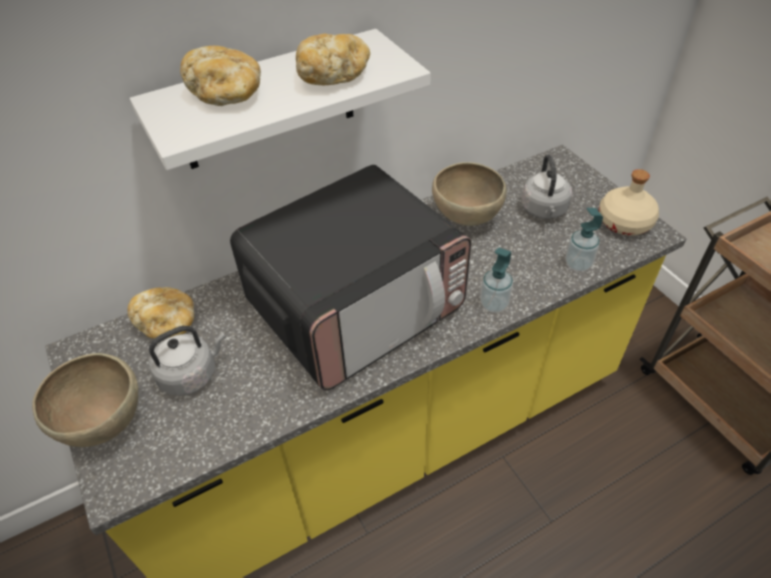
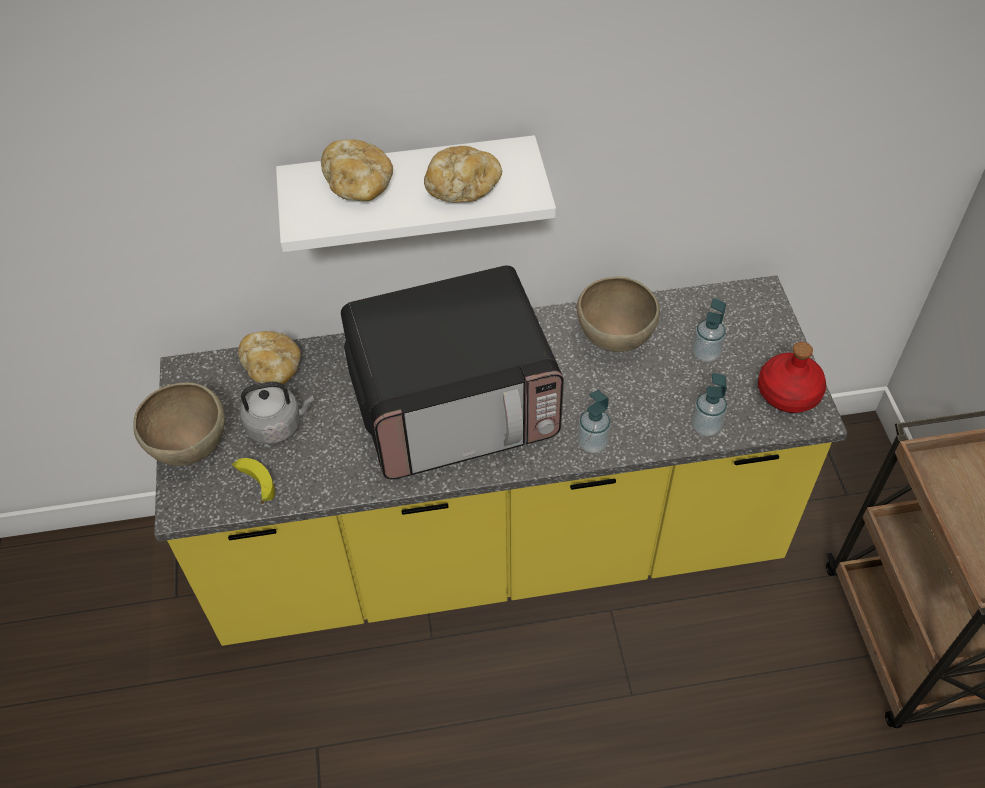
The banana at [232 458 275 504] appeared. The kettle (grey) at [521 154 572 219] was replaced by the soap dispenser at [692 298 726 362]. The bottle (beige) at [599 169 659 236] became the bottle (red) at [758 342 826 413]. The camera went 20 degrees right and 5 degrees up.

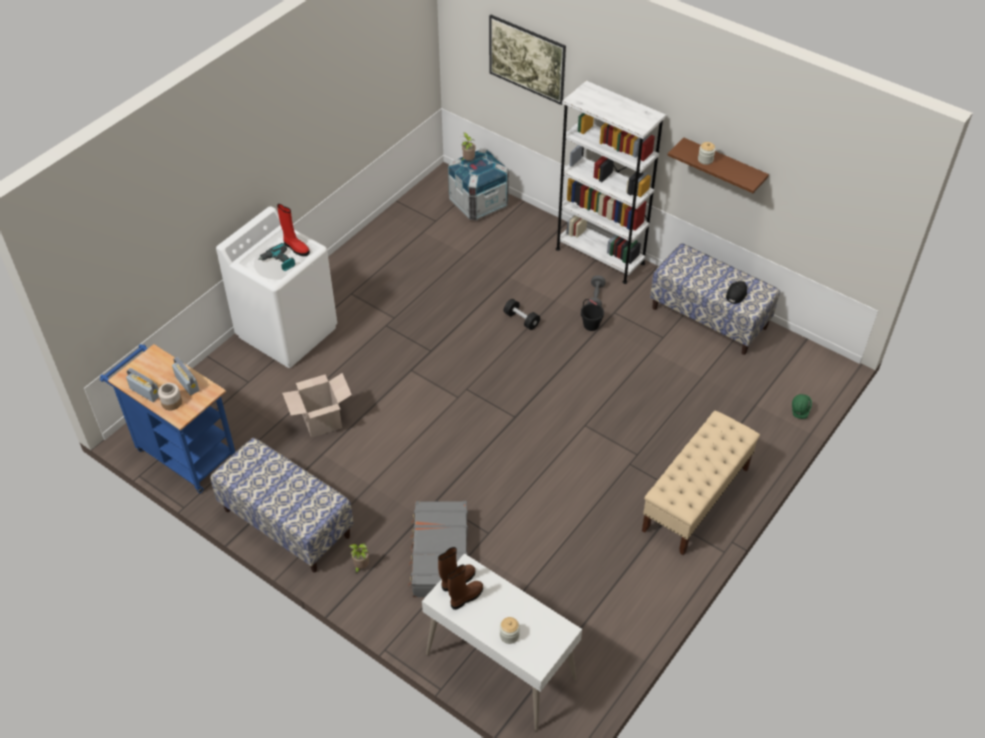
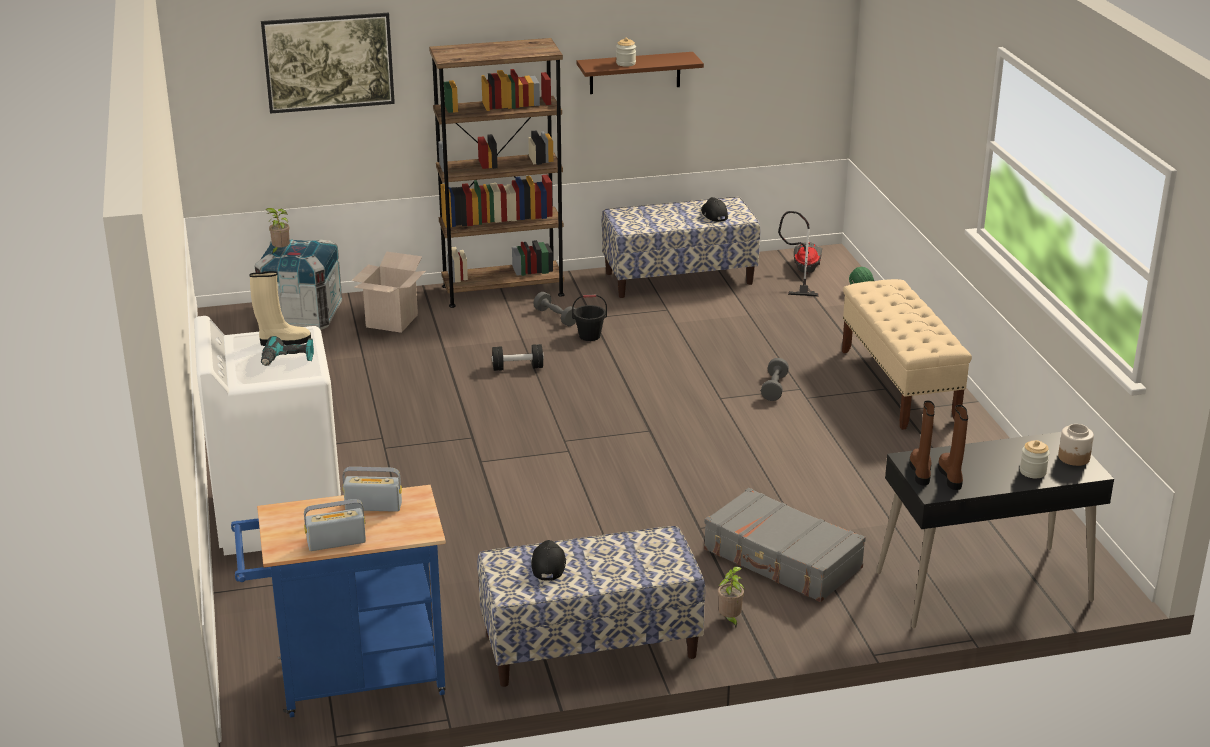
The boot (red) at [277 204 310 256] became the boot (beige) at [250 271 311 346]. The cardboard box moved from [282 373 352 438] to [352 252 426 333]. The bookcase (white) at [556 81 666 284] became the bookcase (brown) at [429 38 564 308]. The cap (black) at [531 540 566 581] appeared. The dumbbell (grey) at [761 358 789 401] appeared. The vacuum cleaner at [778 211 822 297] appeared. The desk (white) at [422 553 582 731] became the desk (black) at [877 432 1114 628]. The jar moved from [158 383 182 410] to [1058 424 1094 466]. The camera went 50 degrees left and 20 degrees down.

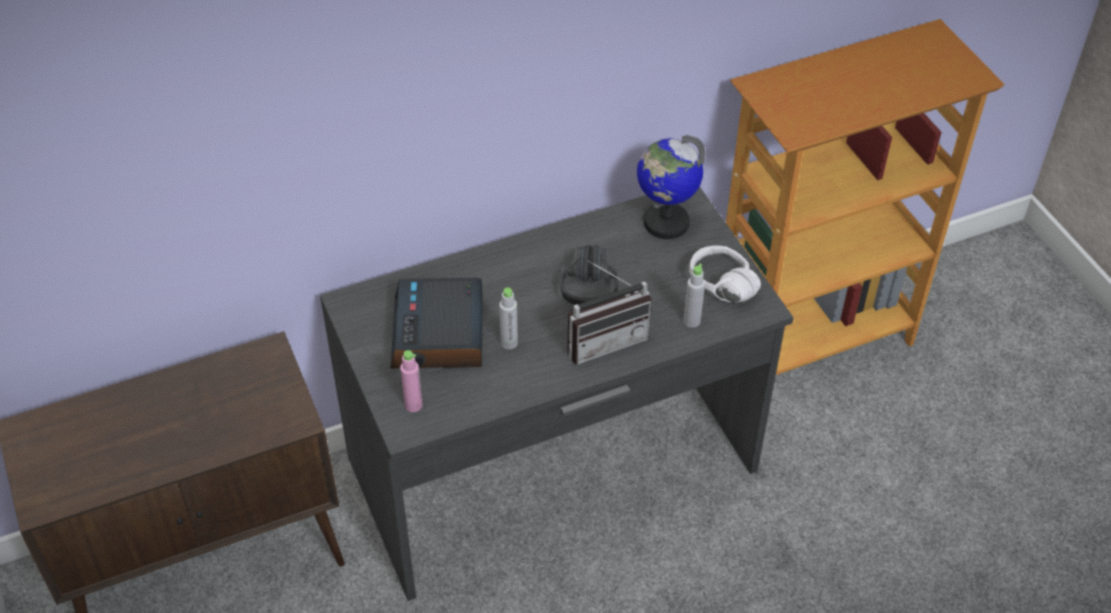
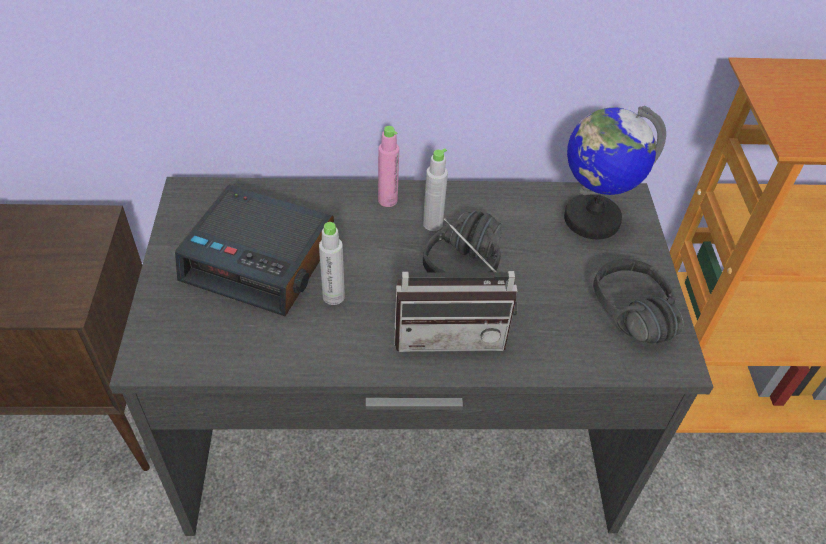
The alarm clock at [390 278 483 369] turned 90 degrees counterclockwise. The bottle (pink) moved from [400 350 423 412] to [378 126 399 207]. The bottle (grey) moved from [683 264 705 328] to [423 148 448 231]. The headphones (white) at [689 245 761 303] became the headphones (black) at [593 259 683 343]. The camera went 20 degrees right and 0 degrees up.

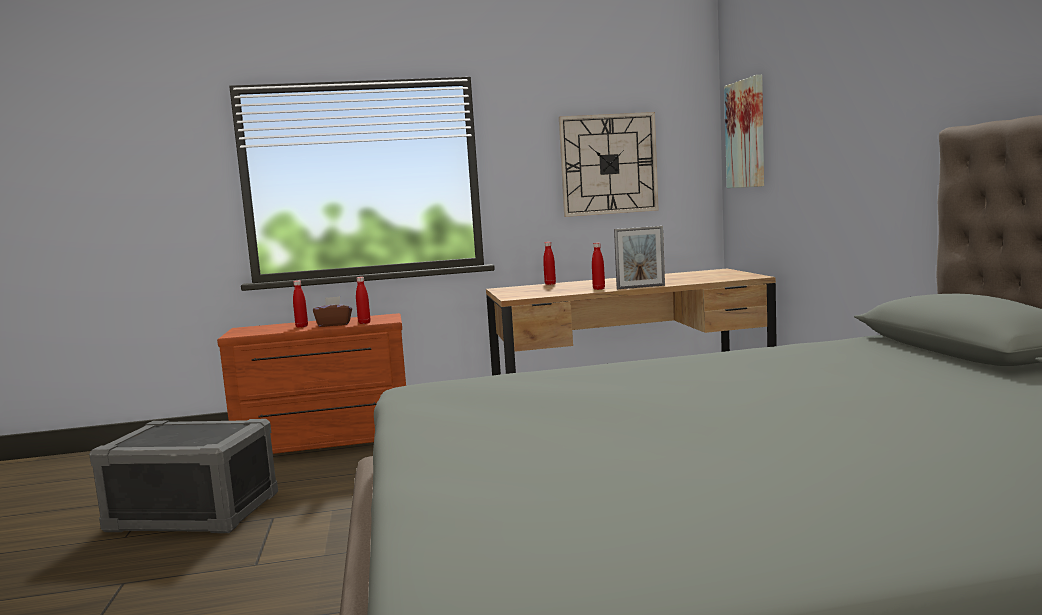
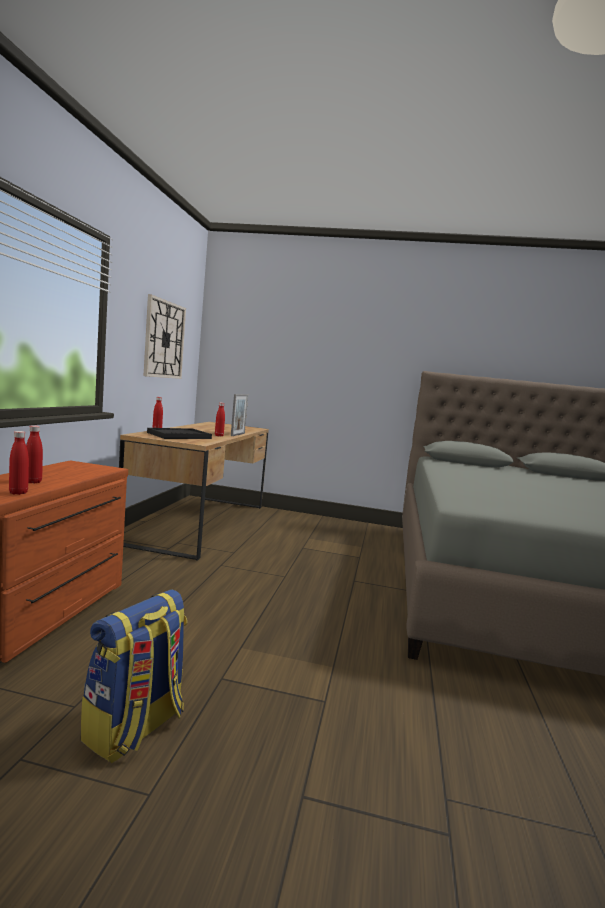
The bottle (red) moved from [356 277 370 324] to [9 431 29 495]. The storage box (grey) at [89 419 278 533] was replaced by the backpack at [81 589 187 763]. The tray (black) at [147 428 212 439] appeared. The tissue box (brown) at [313 296 352 327] disappeared. The picture at [724 75 764 188] disappeared. The camera went 70 degrees left and 0 degrees up.

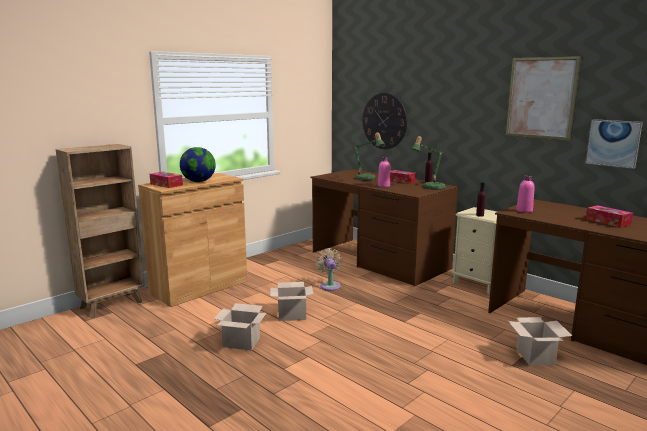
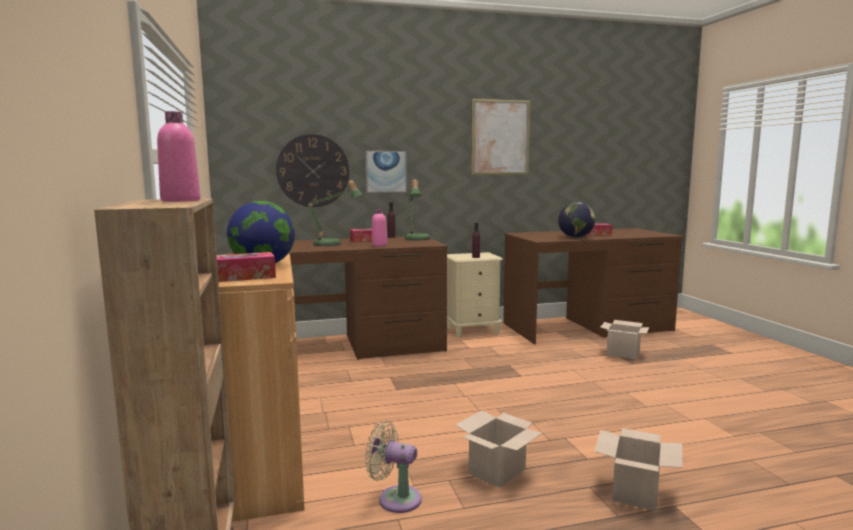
The bottle (pink) moved from [516 175 535 213] to [157 111 201 202]. The picture moved from [585 119 643 169] to [365 151 407 193]. The fan (beige) moved from [315 248 342 291] to [365 421 422 513]. The globe at [558 202 595 238] appeared. The cardboard box moved from [270 282 314 321] to [594 428 683 511]. The camera went 60 degrees left and 5 degrees down.

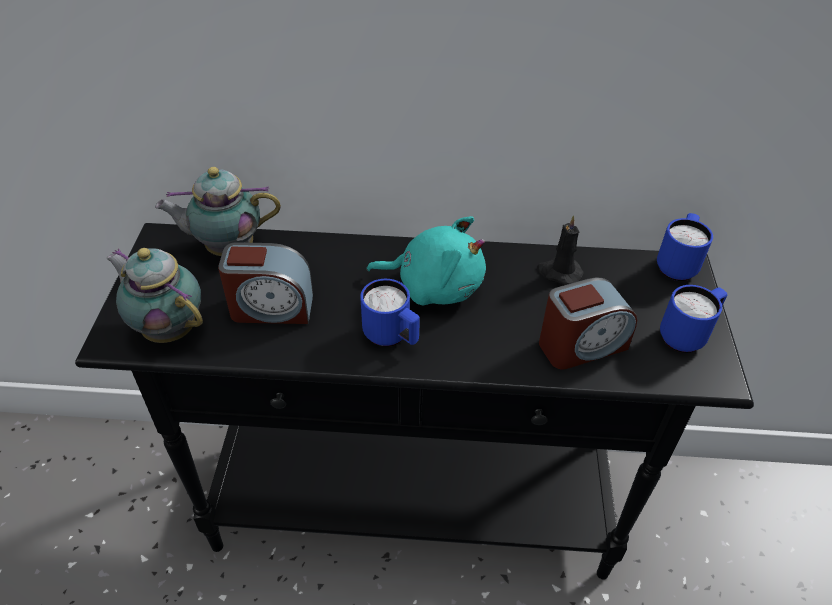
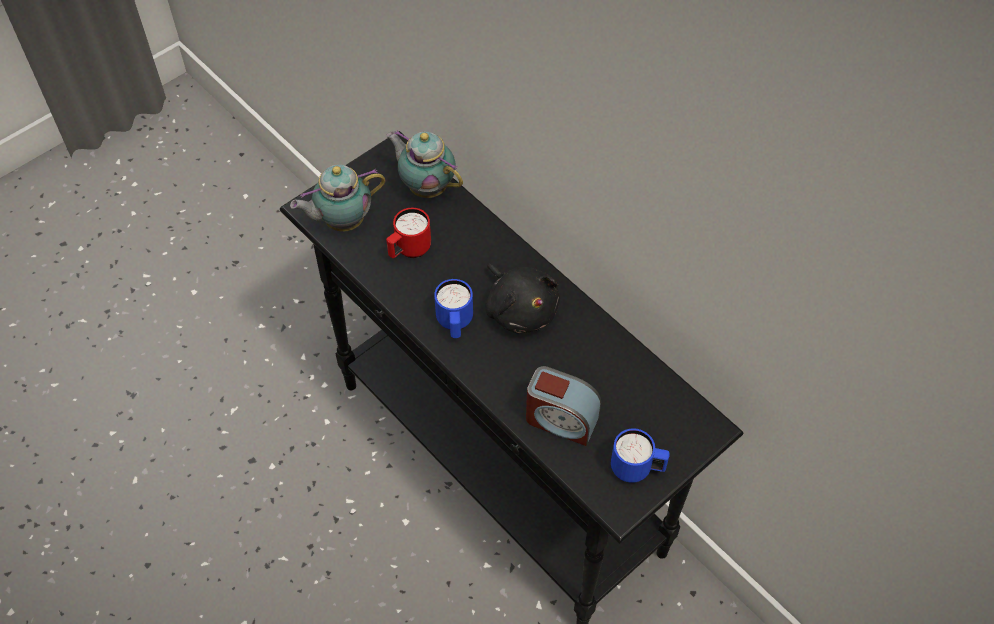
The teapot at [106 248 203 343] turned 105 degrees counterclockwise. The alarm clock at [218 242 313 324] was replaced by the mug (red) at [386 208 431 258]. The plush toy (turquoise) at [366 216 486 306] became the plush toy (black) at [485 263 560 334]. The candle (black) at [537 215 583 285] disappeared. The mug (blue) at [657 213 713 281] disappeared. The camera went 45 degrees right and 10 degrees up.

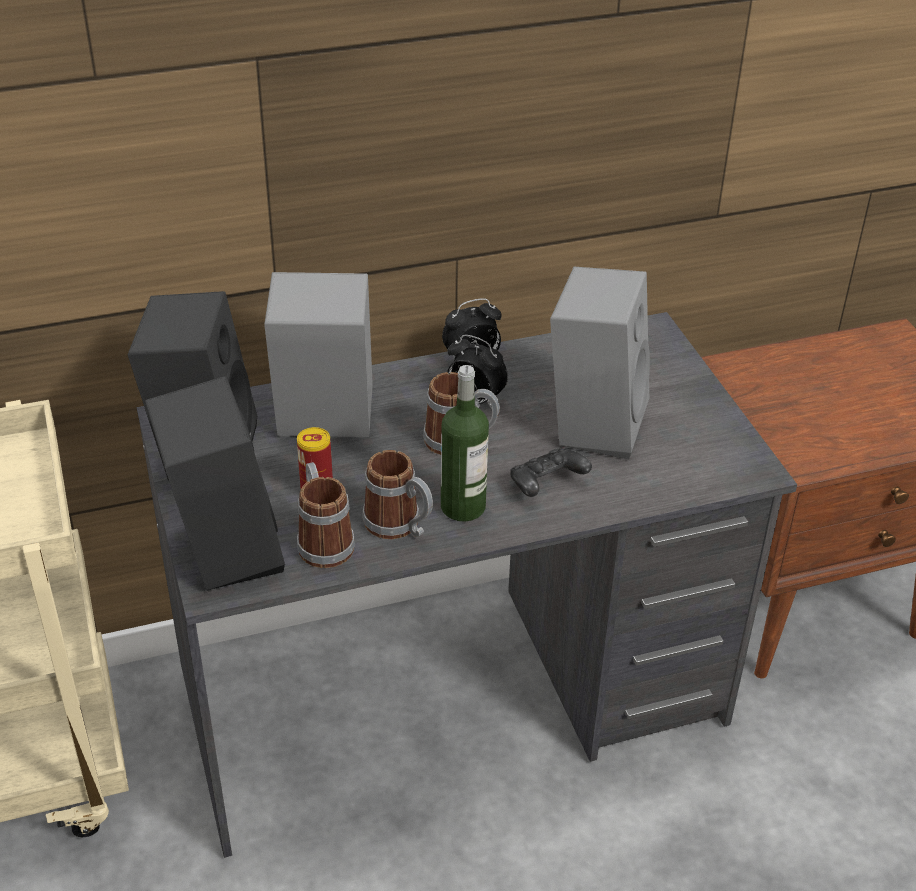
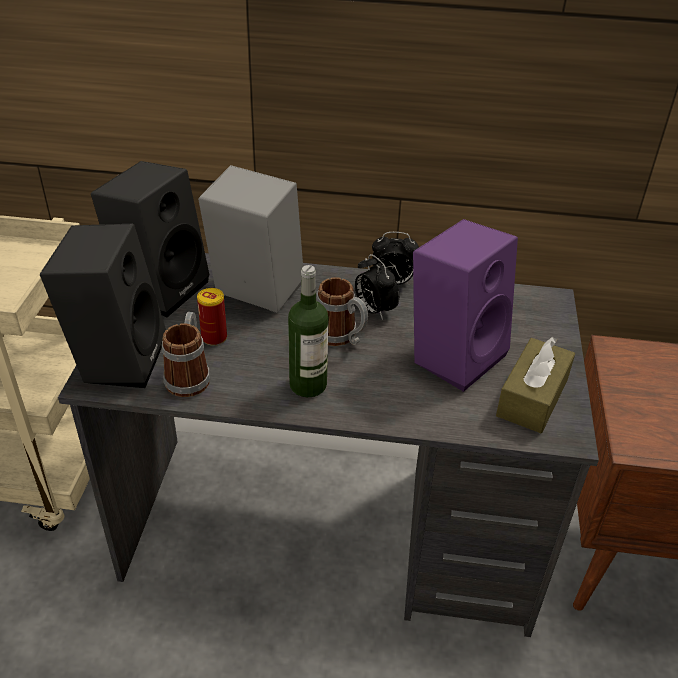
The speaker (grey) at [550 267 650 460] became the speaker (purple) at [413 219 518 392]. The tissue box (brown) at [496 337 575 433] appeared. The mug at [362 450 433 539] disappeared. The game controller (black) at [510 447 592 497] disappeared. The camera went 25 degrees right and 0 degrees up.

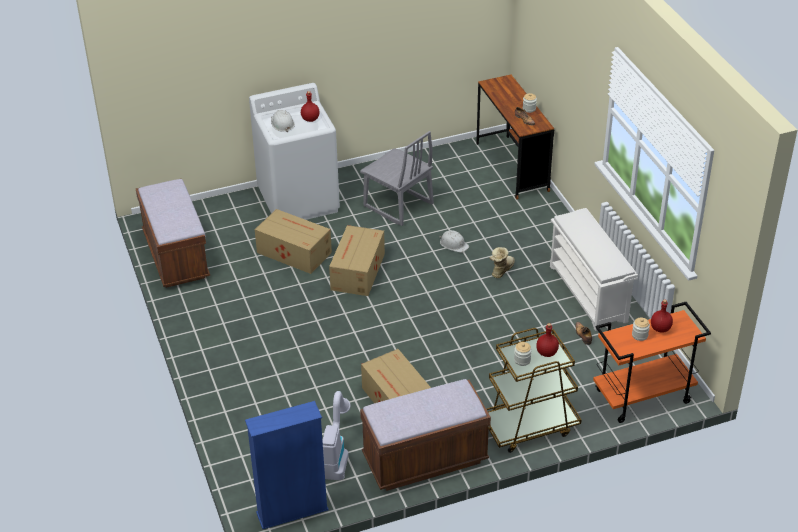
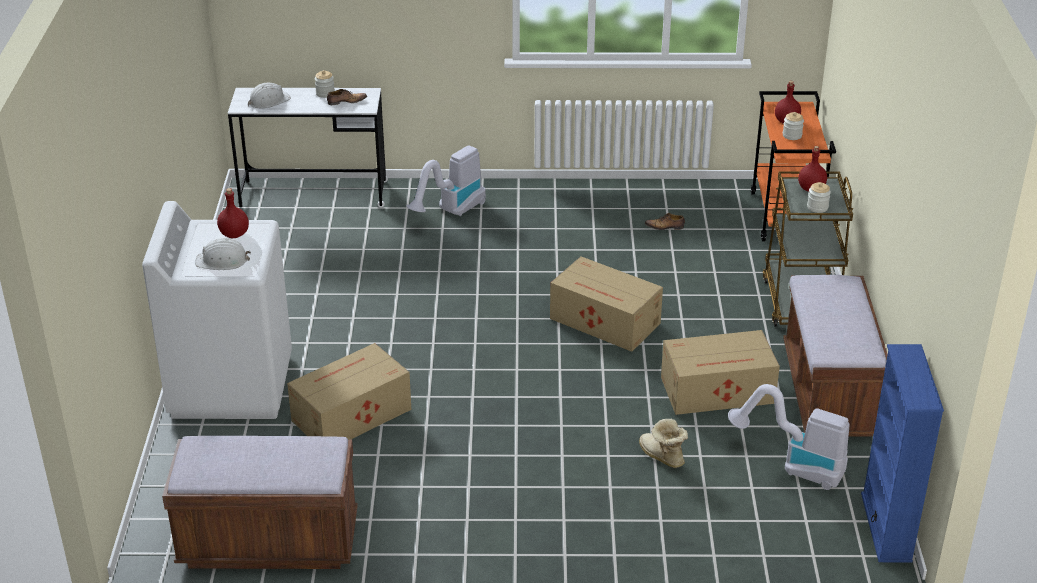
The desk (brown) at [476 75 554 200] became the desk (white) at [228 88 388 208]. The hard hat (white) moved from [440 230 469 253] to [248 83 291 108]. The vacuum cleaner at [406 145 486 216] appeared. The cardboard box moved from [329 225 385 296] to [550 256 663 352]. The boot moved from [490 247 515 278] to [639 419 688 468]. The chair (grey) at [360 131 434 226] disappeared. The shoe rack (white) at [550 208 638 331] disappeared. The camera went 70 degrees left and 5 degrees down.

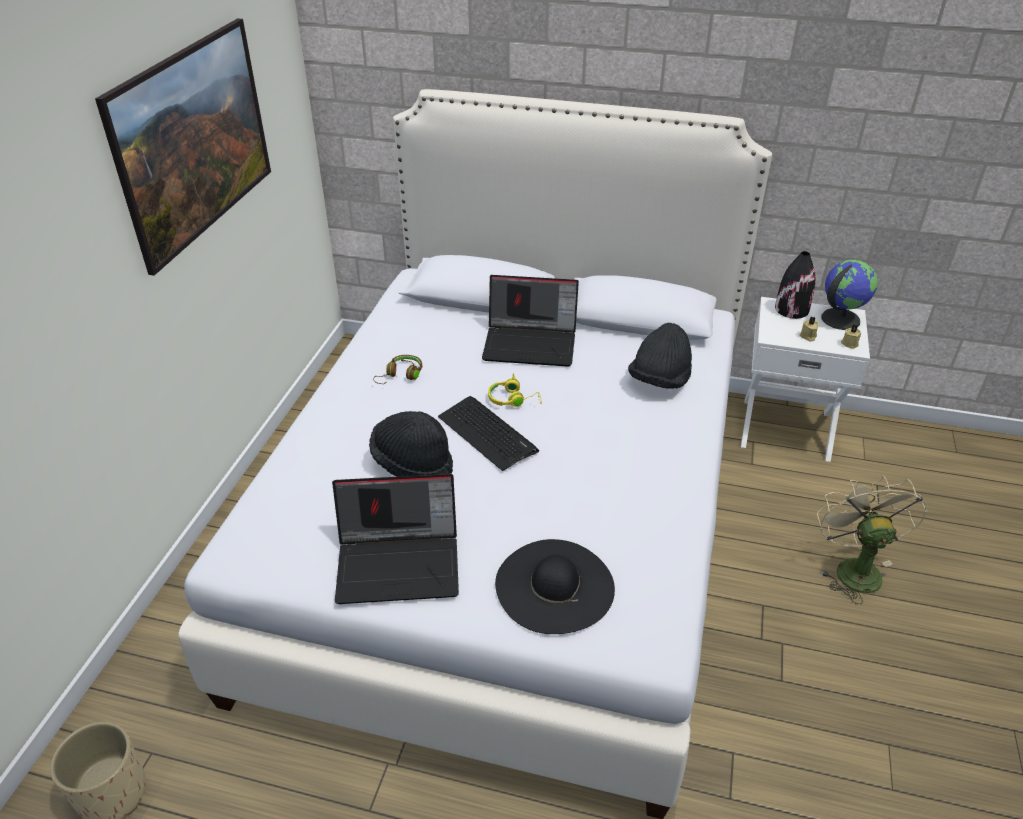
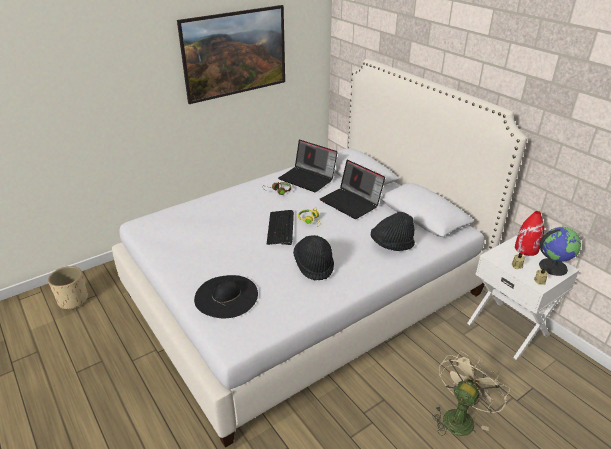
The laptop moved from [332 474 459 604] to [278 140 337 192]. The hat (black) moved from [369 411 453 477] to [293 235 334 280]. The vase (black) at [775 251 816 319] became the vase (red) at [515 211 544 256]. The camera went 40 degrees right and 5 degrees down.

